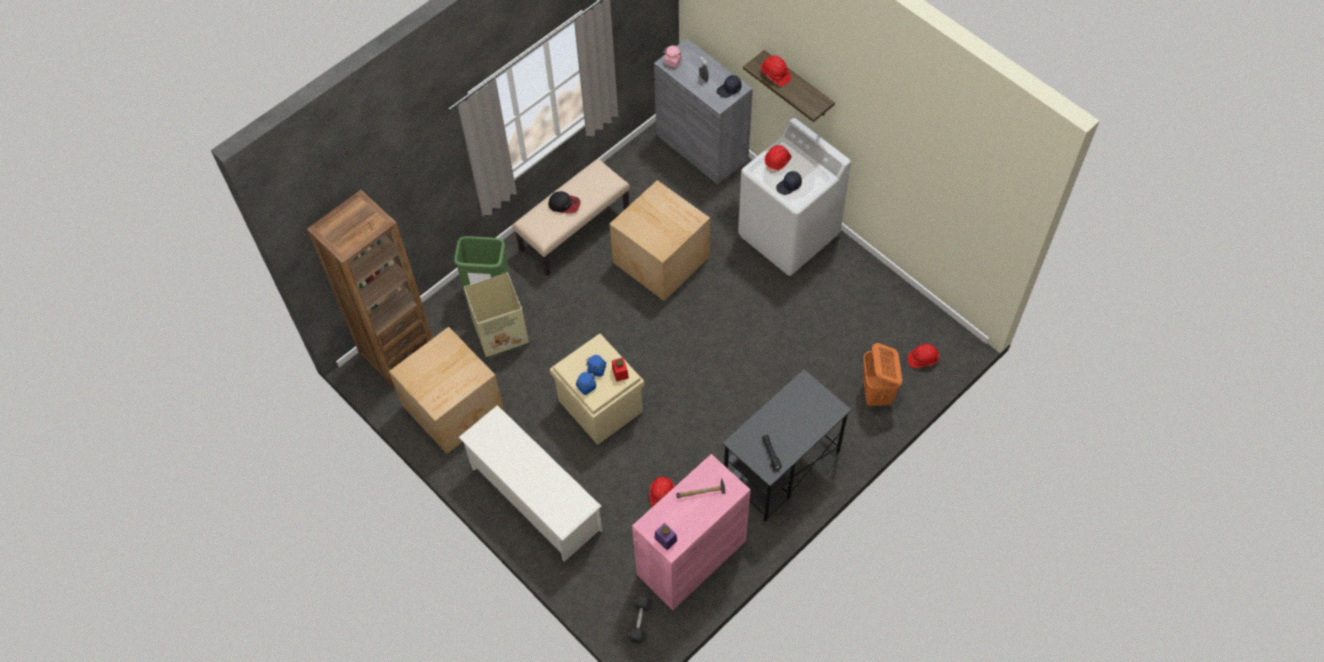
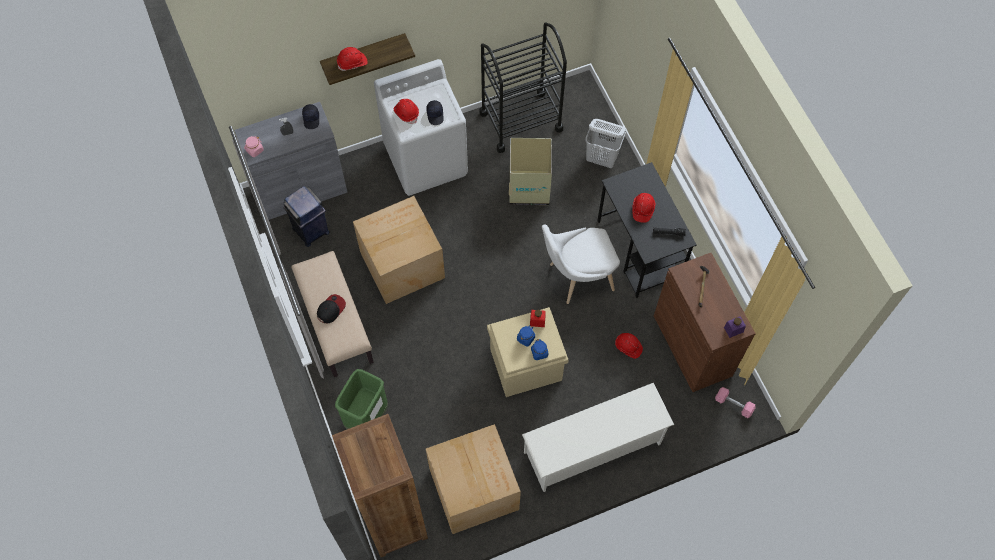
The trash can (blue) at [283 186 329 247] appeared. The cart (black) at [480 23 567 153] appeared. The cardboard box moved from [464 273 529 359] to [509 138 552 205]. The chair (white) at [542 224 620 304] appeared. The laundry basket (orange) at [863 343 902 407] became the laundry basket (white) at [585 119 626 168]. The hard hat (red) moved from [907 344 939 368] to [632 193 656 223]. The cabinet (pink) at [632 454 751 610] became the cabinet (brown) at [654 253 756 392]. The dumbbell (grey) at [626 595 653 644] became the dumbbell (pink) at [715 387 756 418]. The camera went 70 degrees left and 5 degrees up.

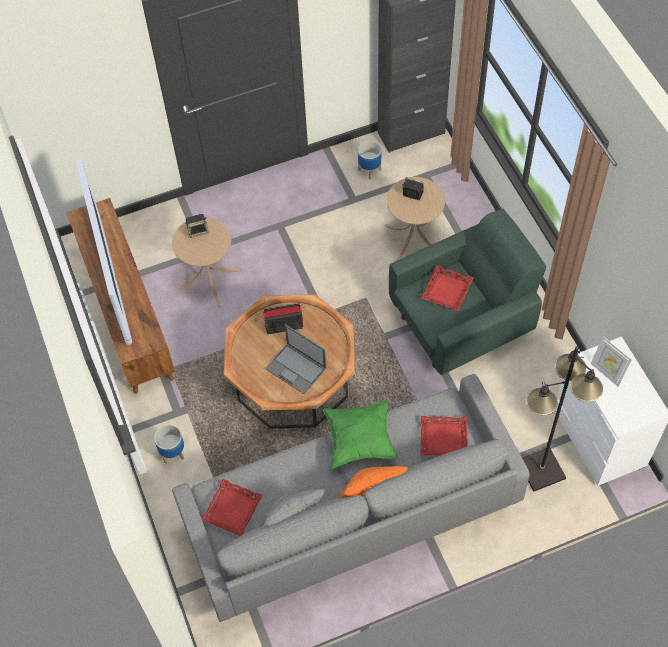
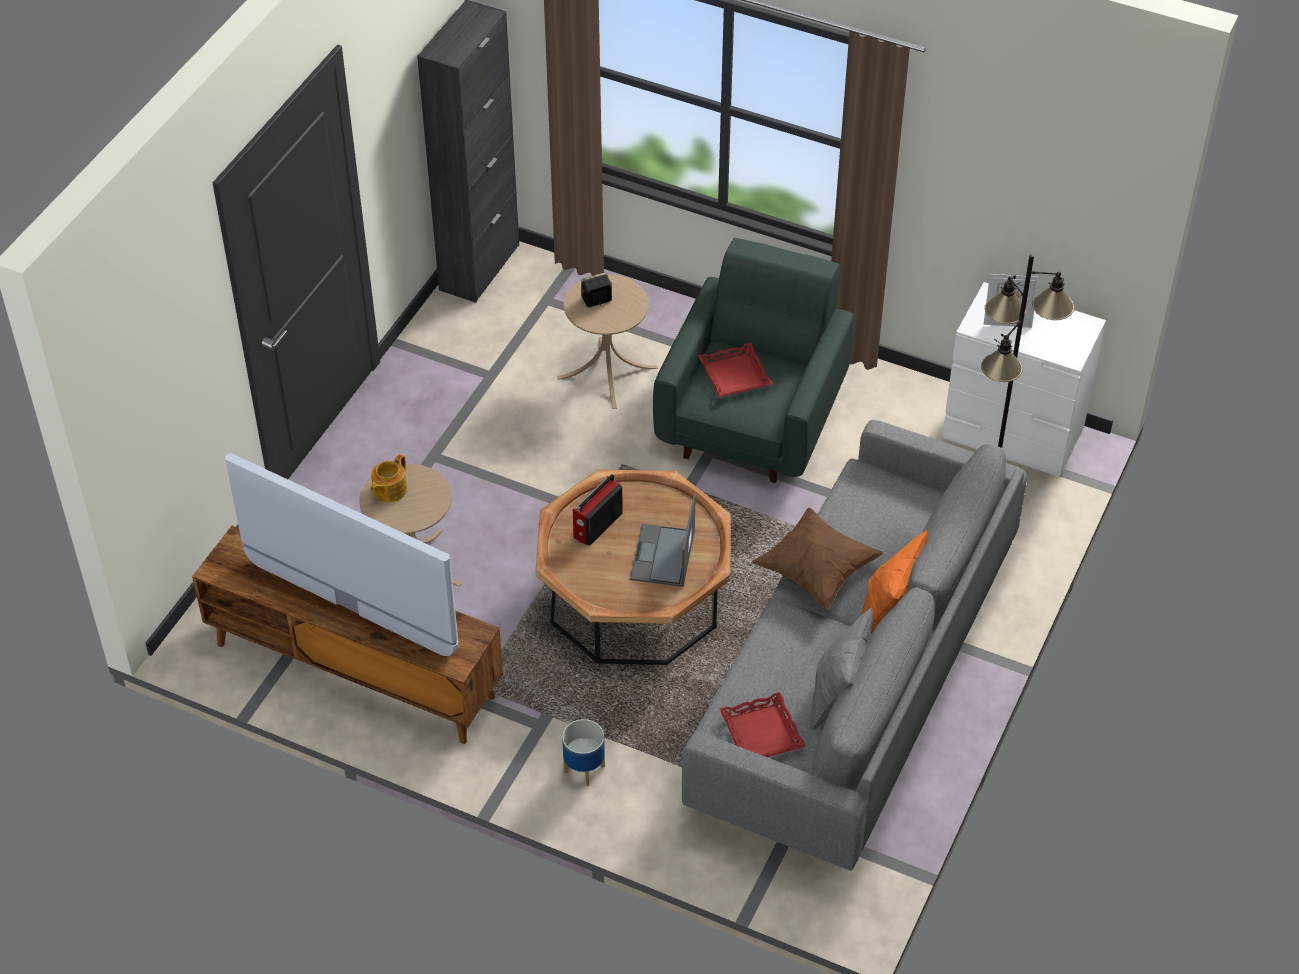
The speaker at [185 214 208 238] was replaced by the teapot at [370 454 407 502]. The laptop at [265 324 326 394] turned 105 degrees clockwise. The pillow (green) at [323 400 398 469] became the pillow (brown) at [752 508 883 610]. The planter at [358 141 381 179] disappeared. The tray (red) at [420 416 468 456] disappeared. The camera went 45 degrees left and 10 degrees down.

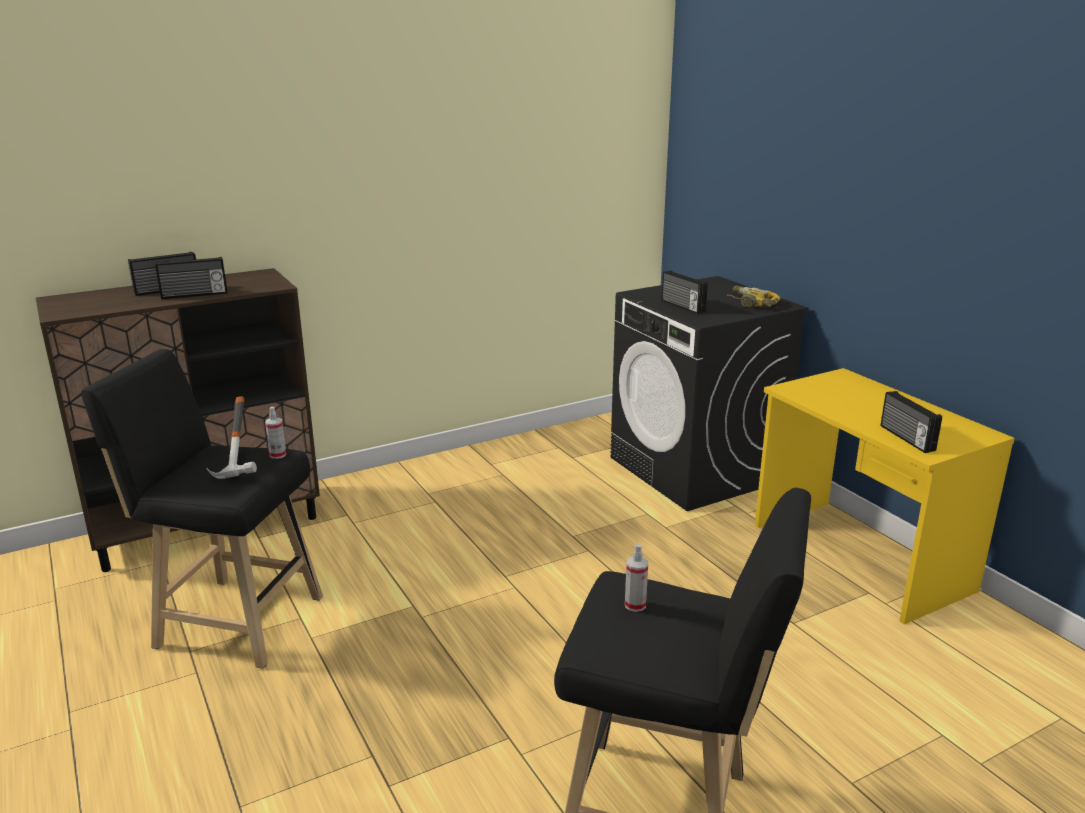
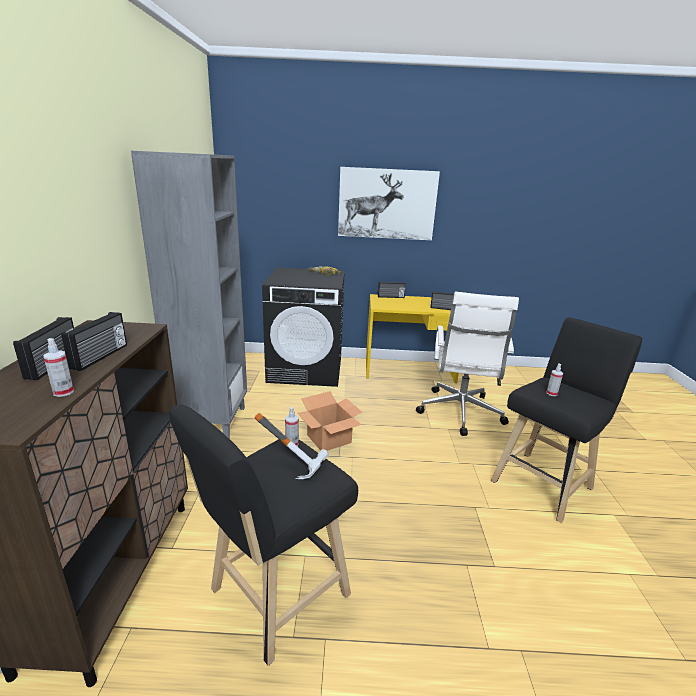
The spray bottle at [44 338 74 397] appeared. The bookcase (grey) at [131 151 247 439] appeared. The cardboard box at [297 391 362 451] appeared. The picture at [338 167 440 240] appeared. The radio moved from [662 271 708 314] to [378 281 406 298]. The office chair (white) at [416 292 519 436] appeared. The camera went 60 degrees left and 0 degrees up.

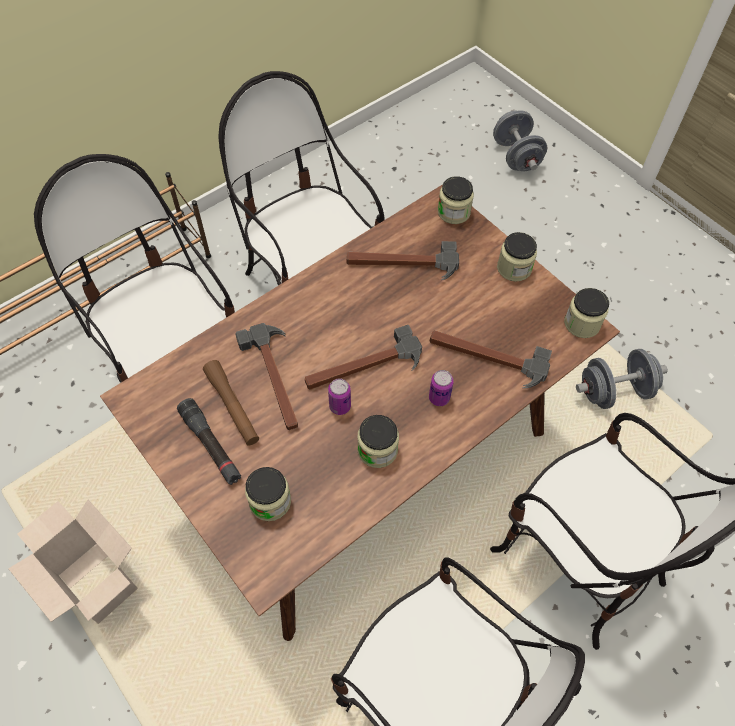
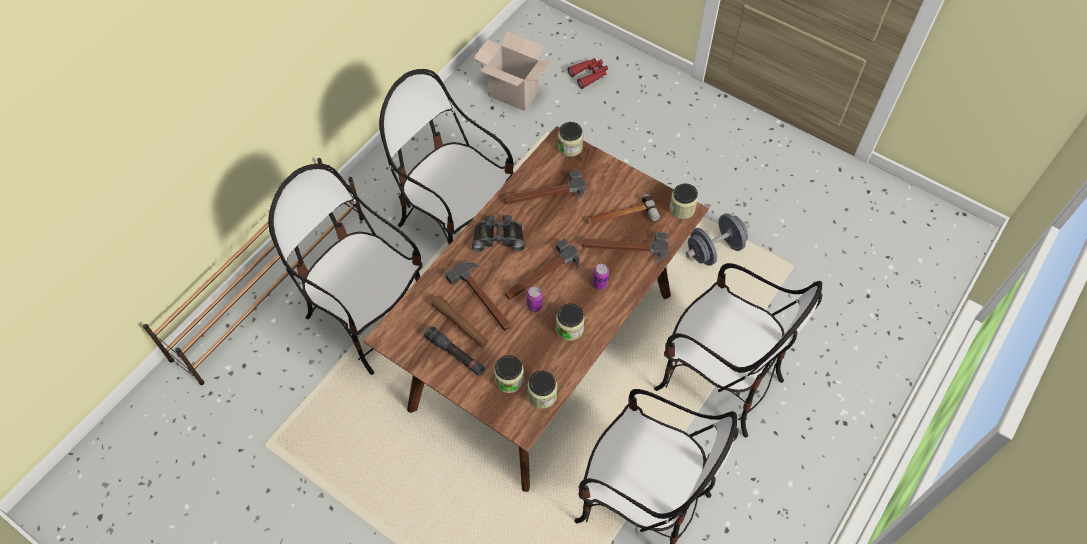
The binoculars (black) at [472 215 525 252] appeared. The cardboard box moved from [8 500 138 624] to [473 32 551 111]. The jar moved from [497 232 537 282] to [527 370 557 409]. The dumbbell (grey) at [493 111 547 171] was replaced by the binoculars (red) at [568 58 608 89]. The hammer at [587 194 660 224] appeared. The camera went 15 degrees left and 0 degrees up.

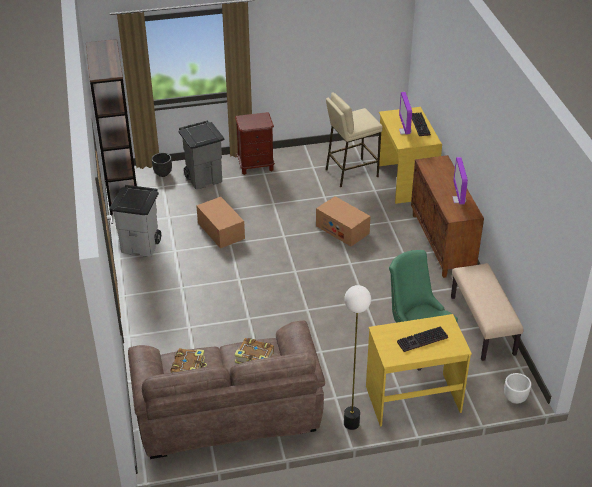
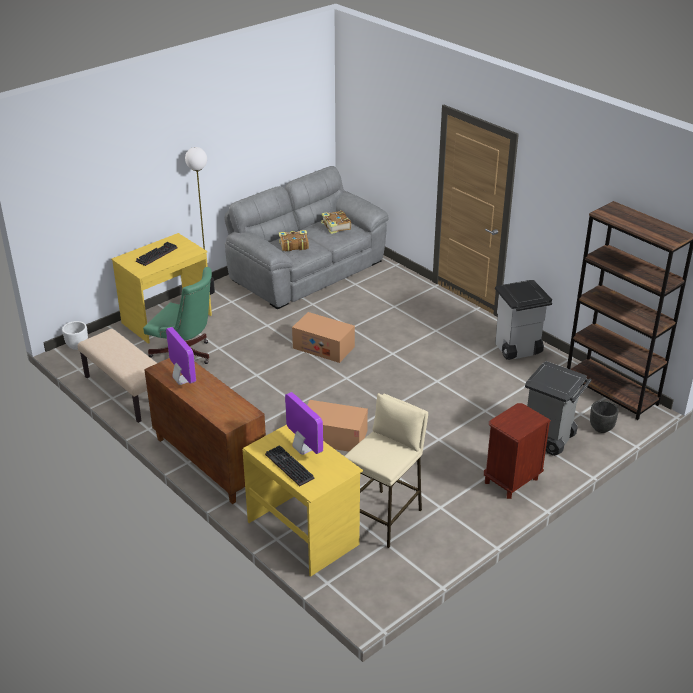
The sofa (brown) at [128 321 325 459] became the sofa (grey) at [224 166 389 309]. The cardboard box moved from [196 197 245 248] to [292 312 355 363]. The camera went 150 degrees right and 5 degrees down.

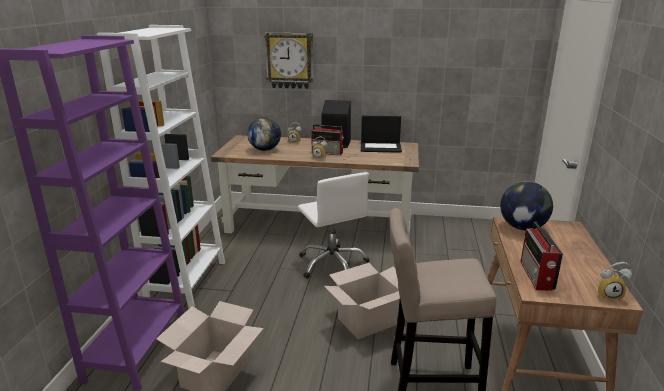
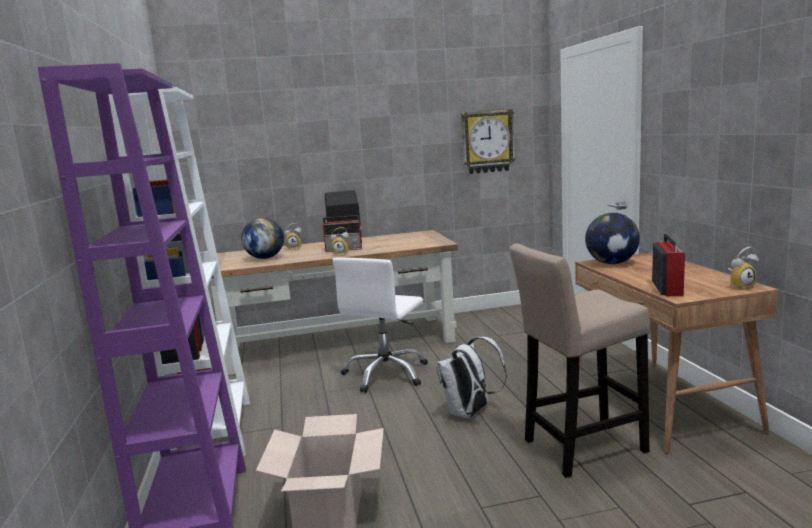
The office chair (white) at [298 172 370 279] turned 75 degrees clockwise. The cardboard box at [324 263 400 339] was replaced by the backpack (white) at [436 337 507 419]. The wall clock moved from [264 33 314 89] to [461 109 515 174]. The radio at [521 221 563 291] turned 150 degrees counterclockwise. The laptop at [361 116 402 153] disappeared. The camera went 20 degrees left and 10 degrees down.

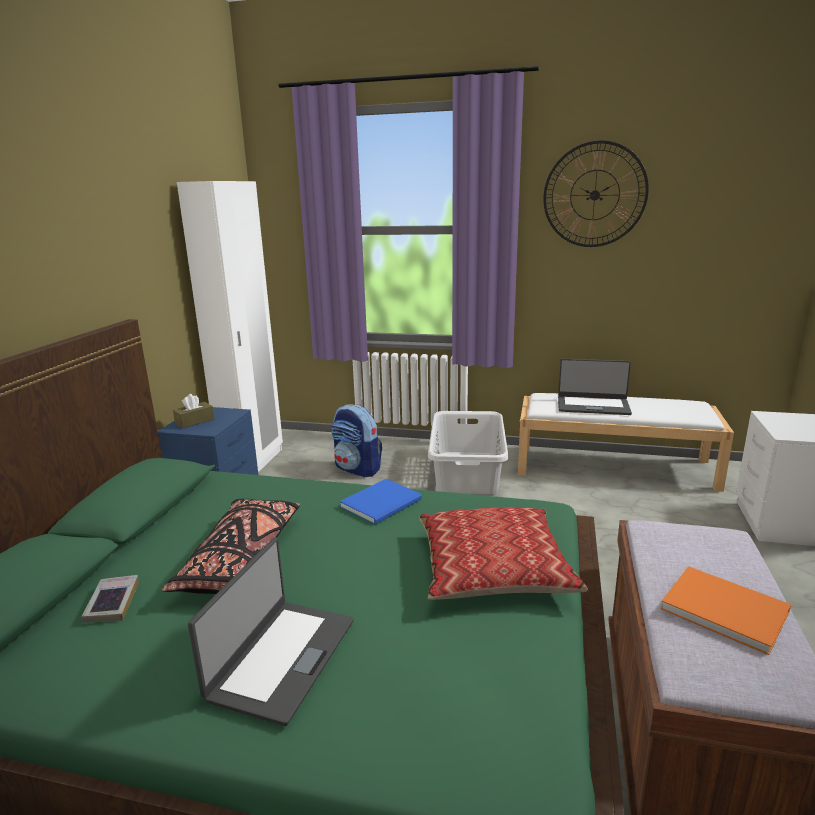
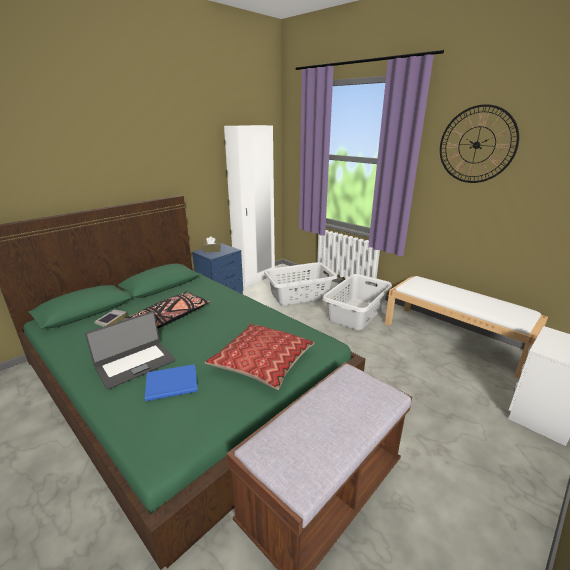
The book (blue) moved from [340 479 422 525] to [145 364 198 401]. The backpack at [331 404 382 478] was replaced by the laundry basket (grey) at [264 262 337 306]. The laptop at [558 359 632 415] disappeared. The book (orange) at [661 566 791 655] disappeared. The camera went 30 degrees right and 5 degrees up.

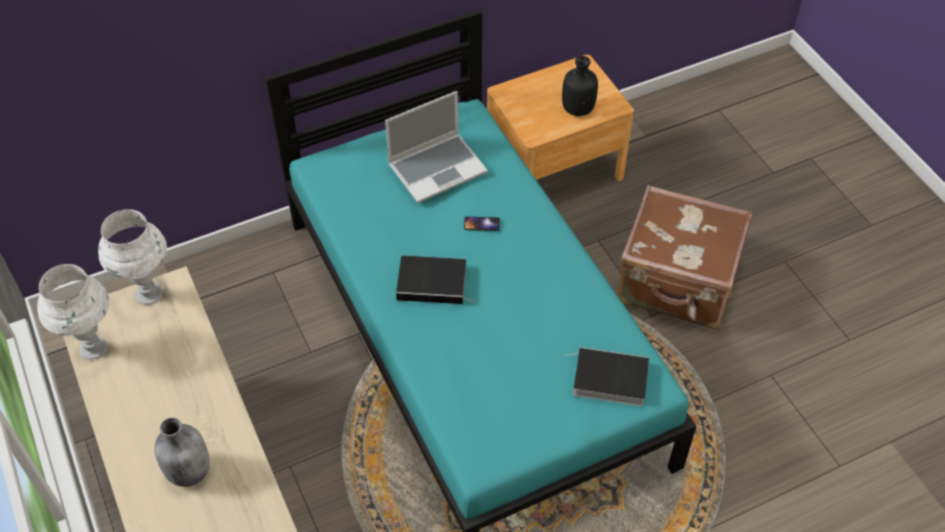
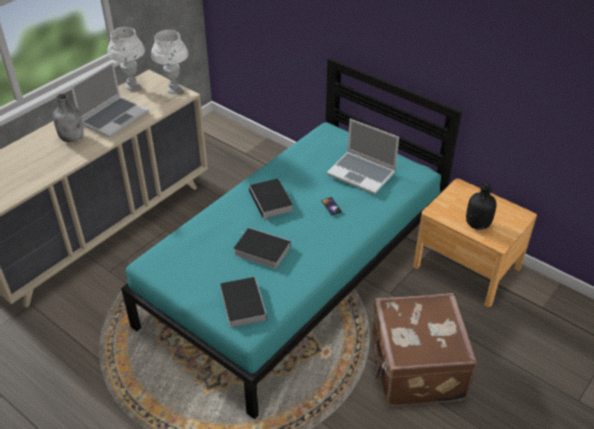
The laptop at [71 62 149 138] appeared. The book at [233 228 291 269] appeared. The camera went 65 degrees right and 10 degrees down.

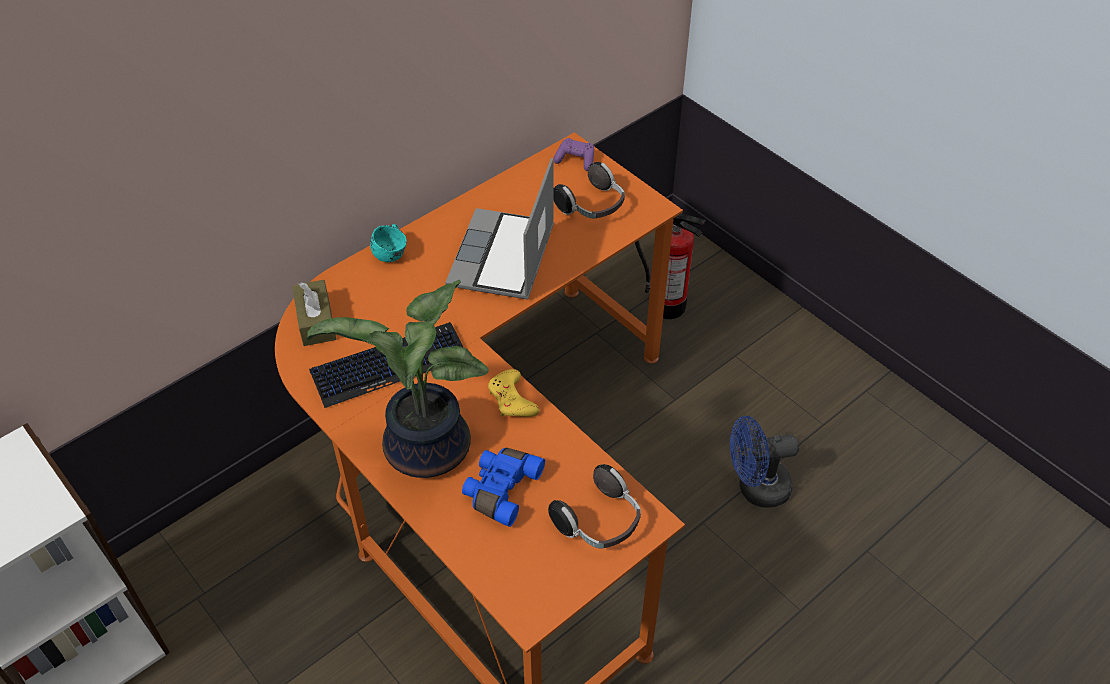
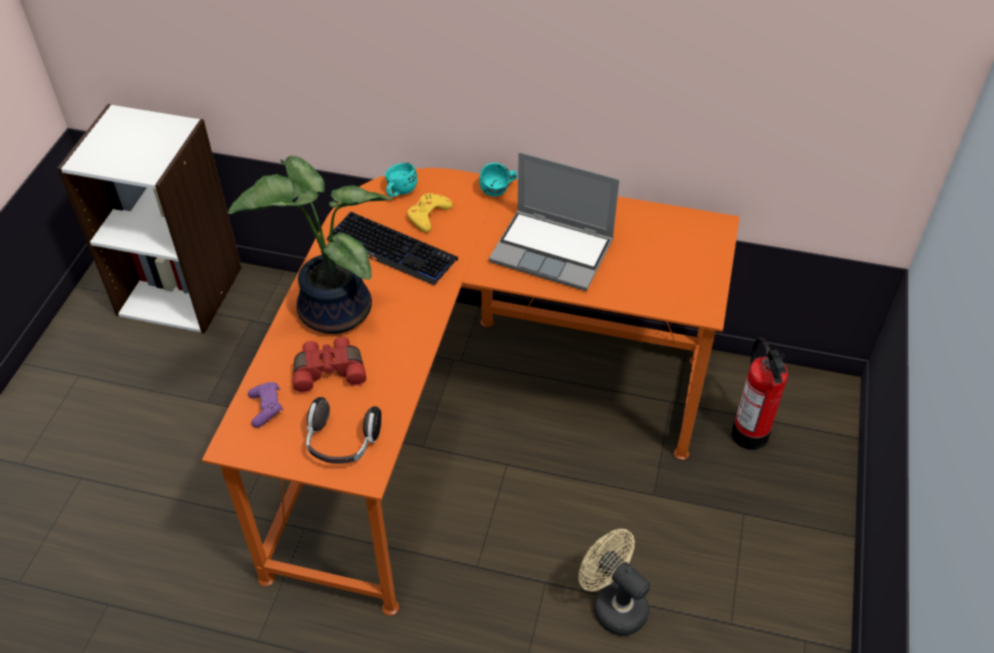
The game controller (purple) moved from [553 138 594 171] to [248 382 283 427]. The binoculars (blue) at [462 448 545 527] became the binoculars (red) at [292 337 366 393]. The tissue box (brown) at [292 280 336 346] was replaced by the mug (turquoise) at [385 163 418 197]. The game controller (yellow) moved from [488 369 540 417] to [407 193 453 233]. The laptop at [445 158 554 300] turned 135 degrees counterclockwise. The fan (blue) at [730 416 799 508] became the fan (beige) at [579 529 650 636]. The headphones at [553 162 625 219] disappeared. The camera went 55 degrees right and 0 degrees up.

